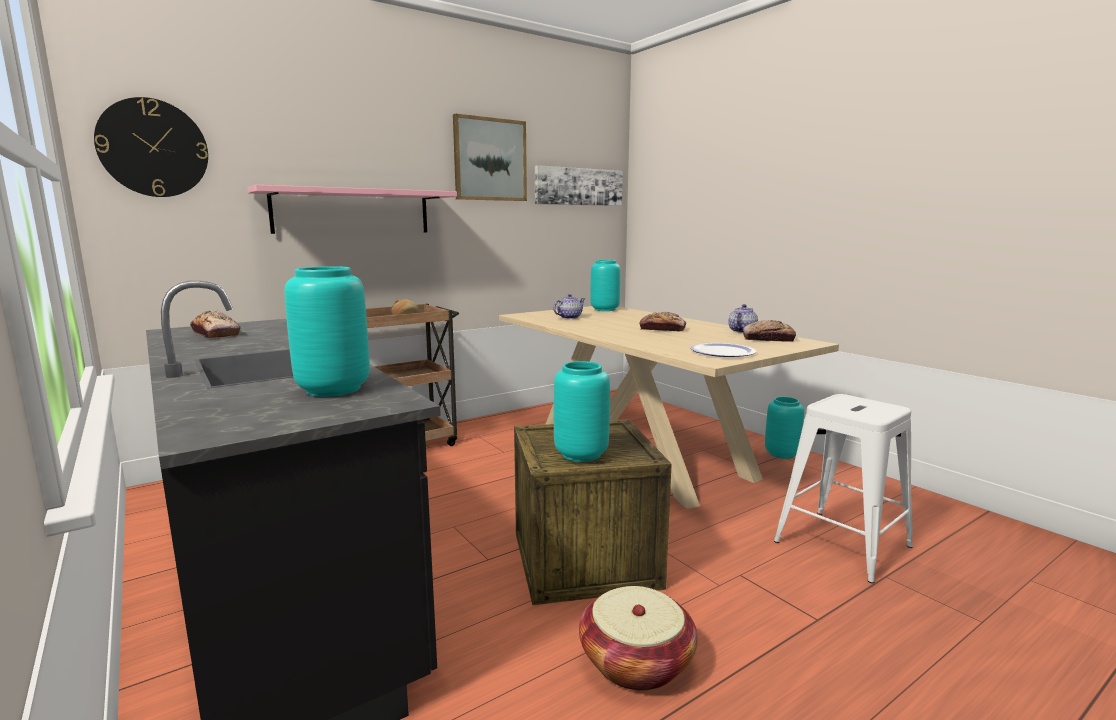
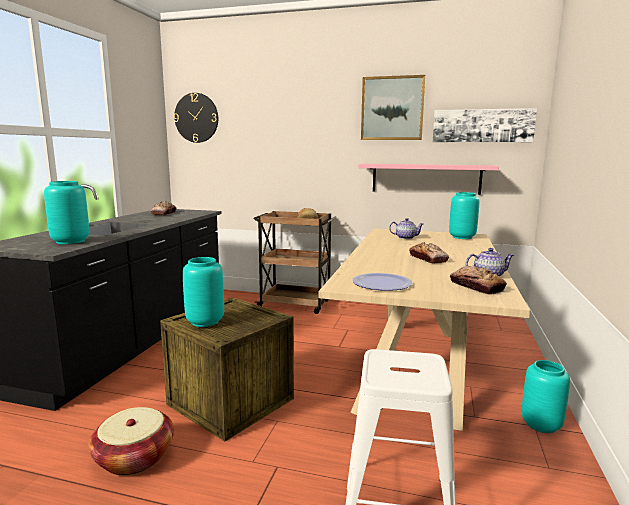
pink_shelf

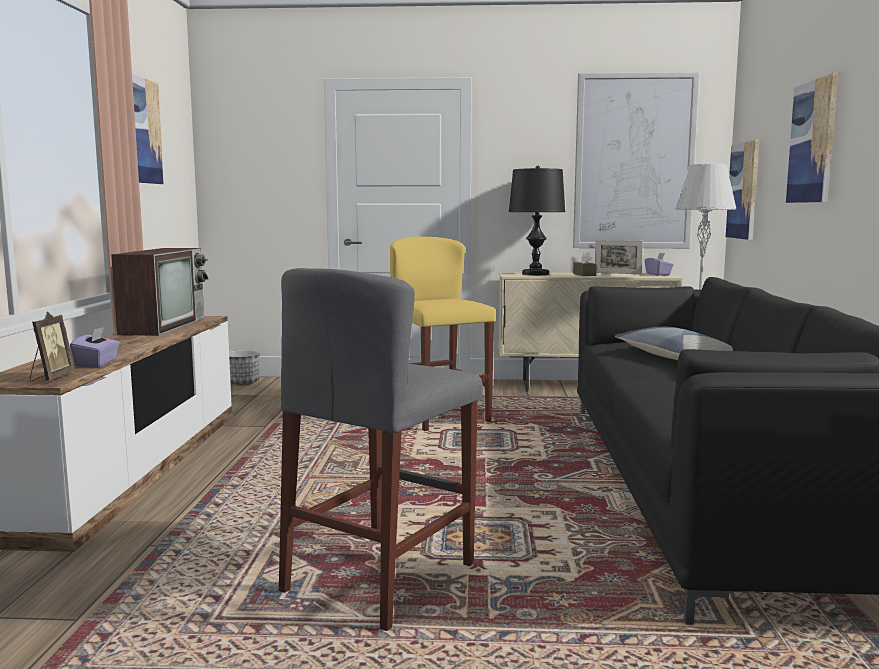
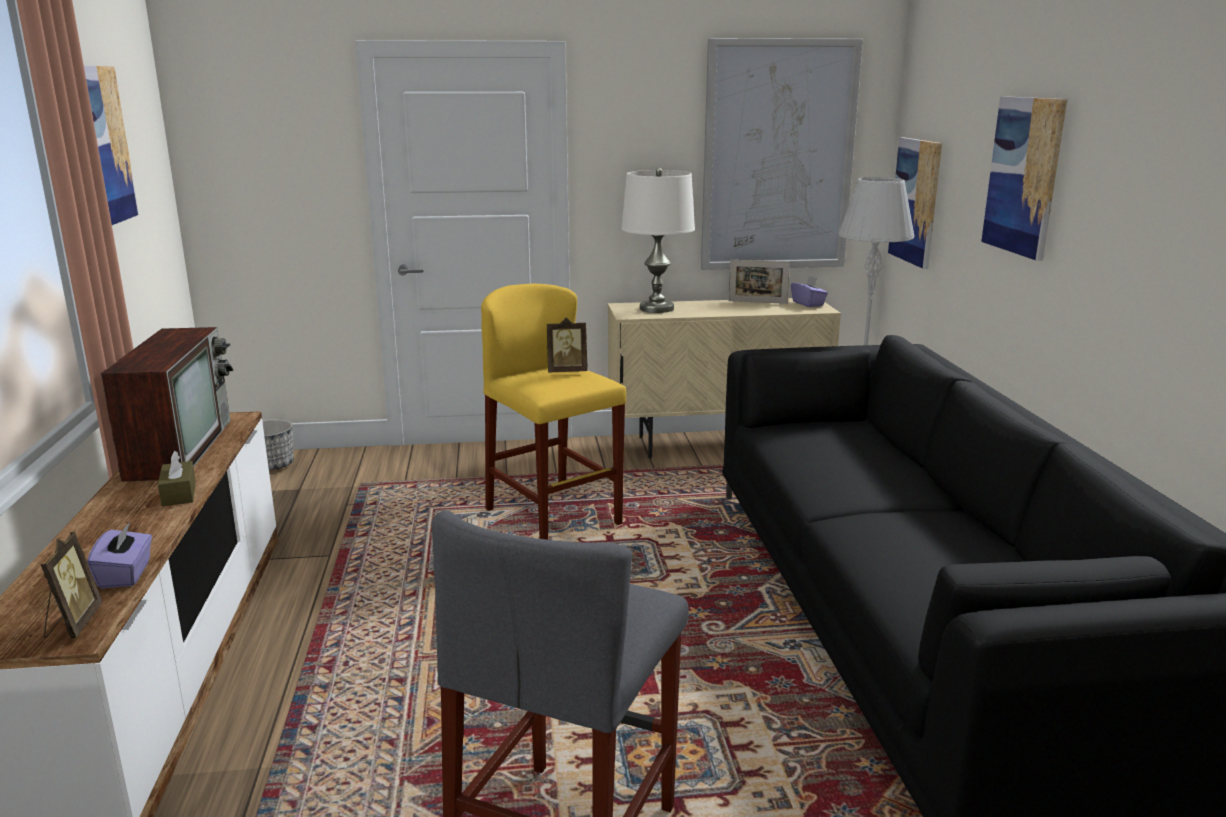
white_table_lamp; brown_tissue_box; pillow; picture_frame (no. 2 from left)

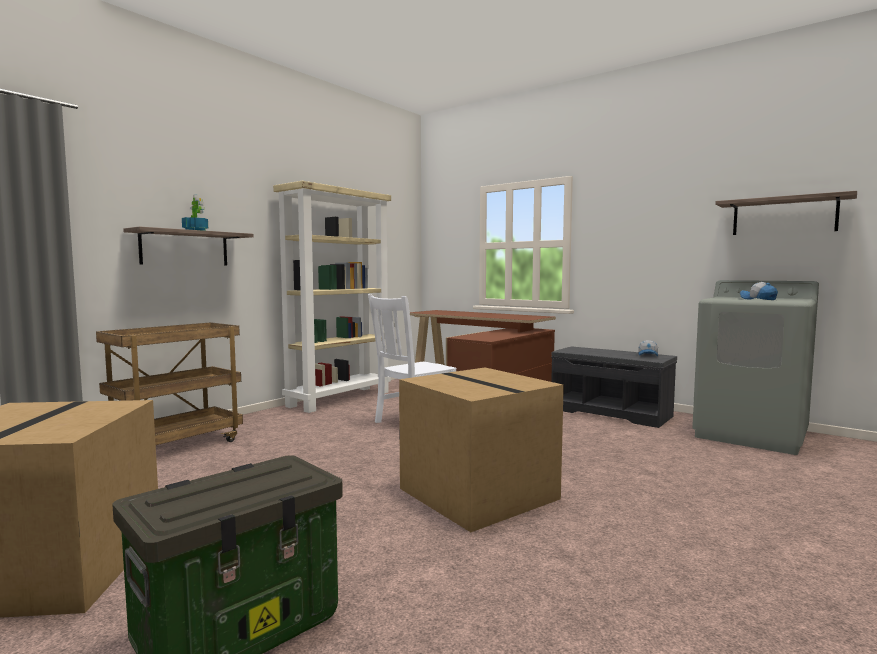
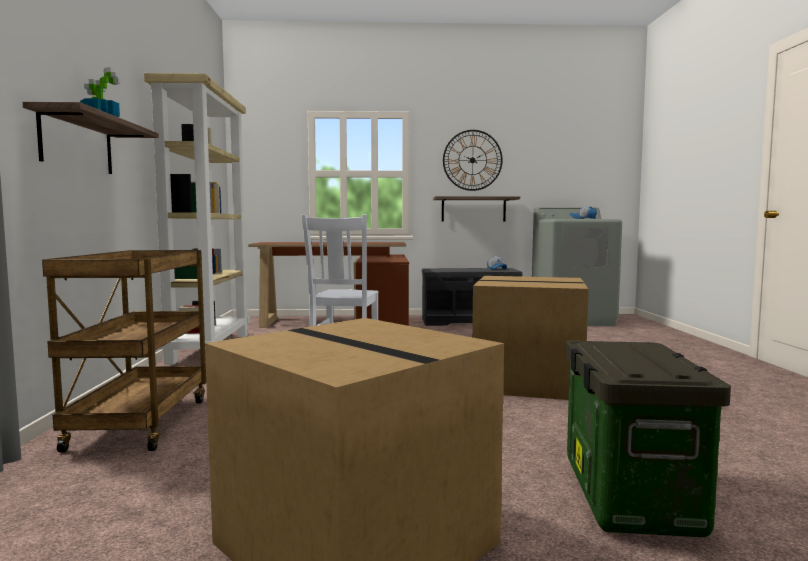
shelf (no. 2 from left); wall_clock

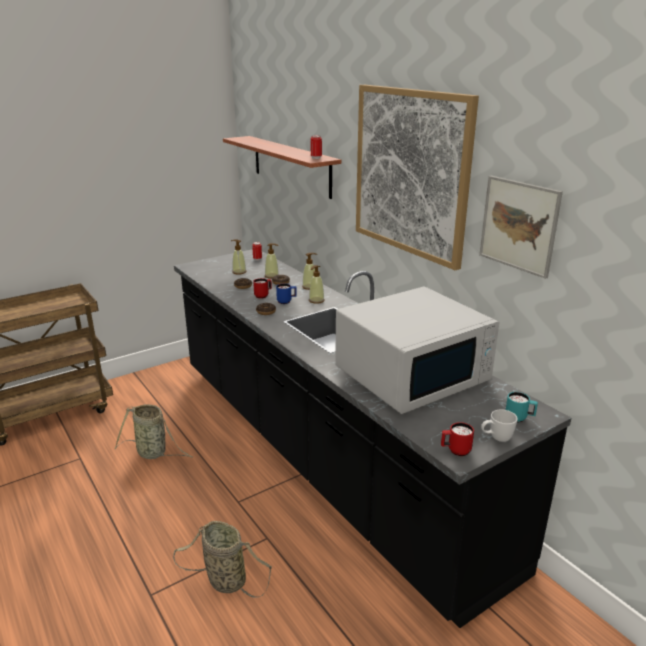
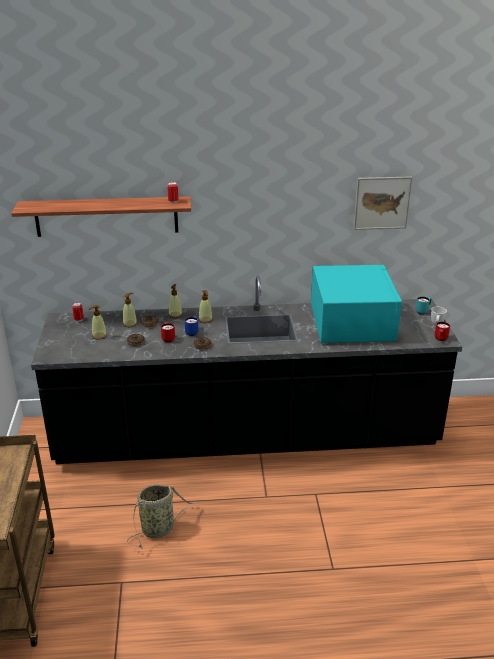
basket (no. 2 from left in the first image); turquoise_microwave; picture (no. 1 from left in the first image)

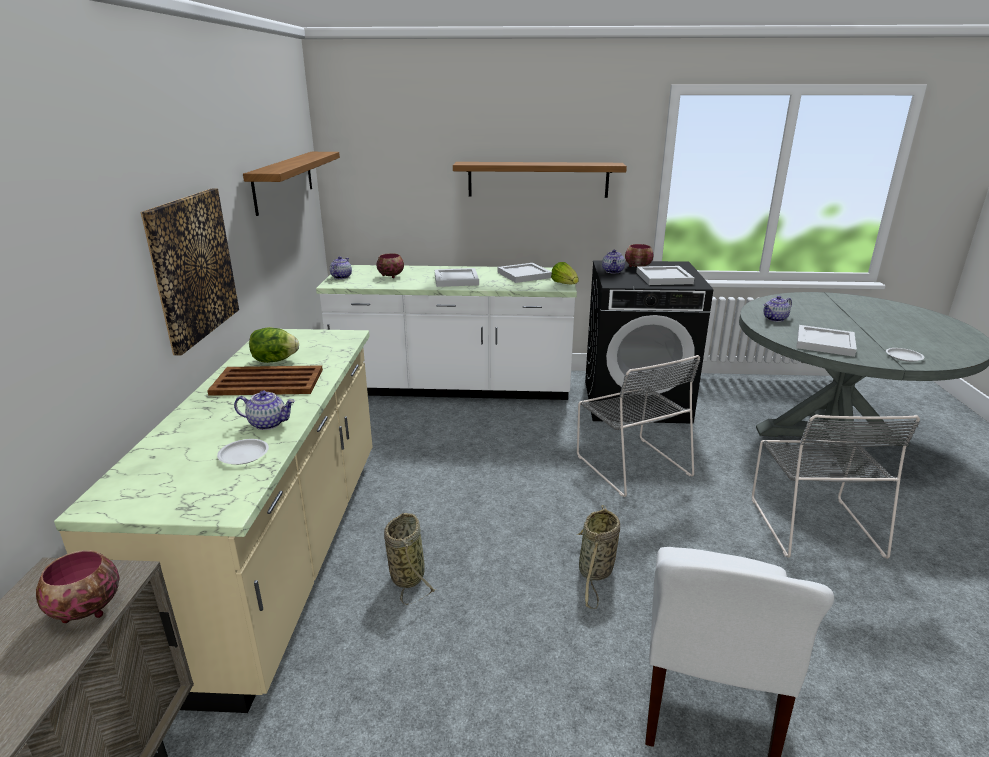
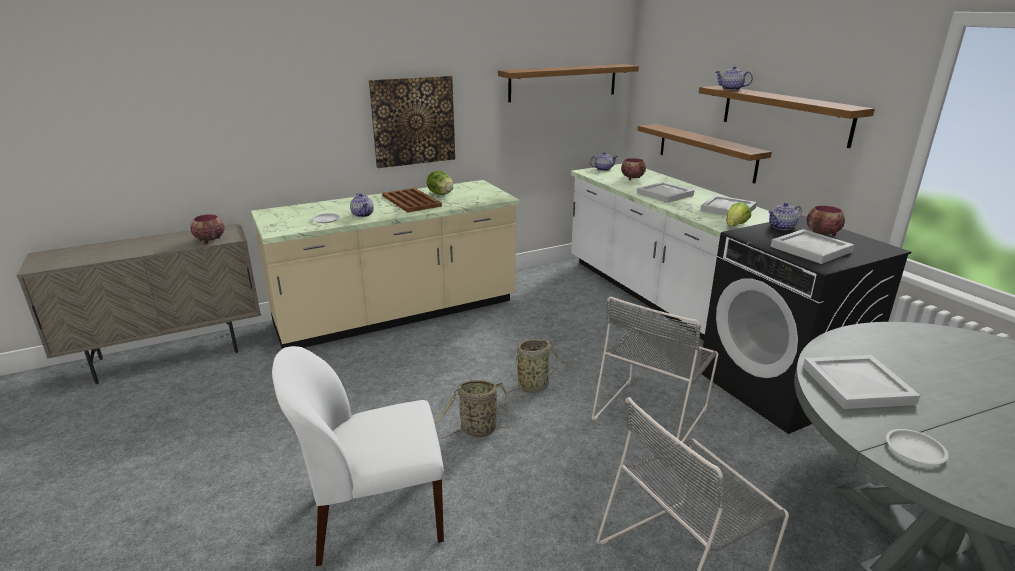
basket (no. 2 from left); teapot (no. 3 from left); shelf (no. 2 from left)

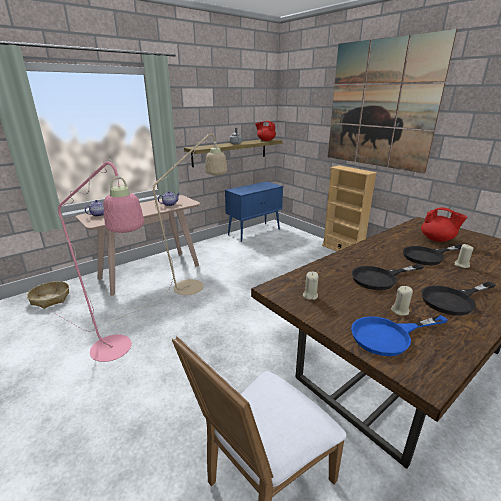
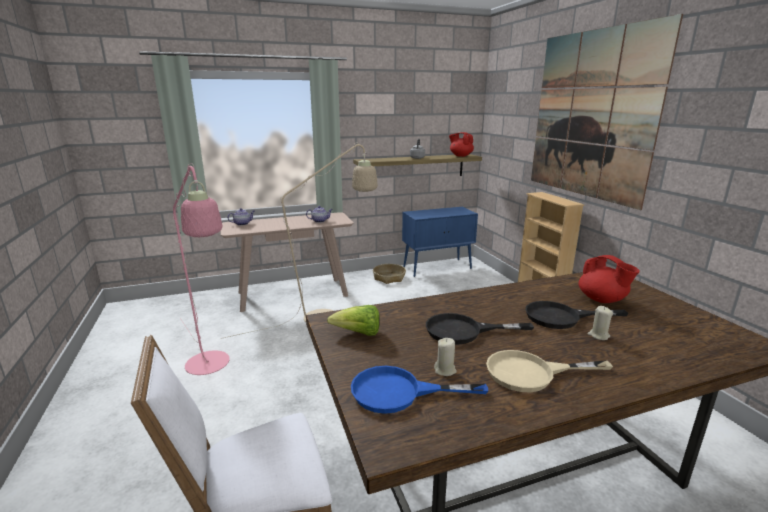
basket; lettuce; beige_frying_pan

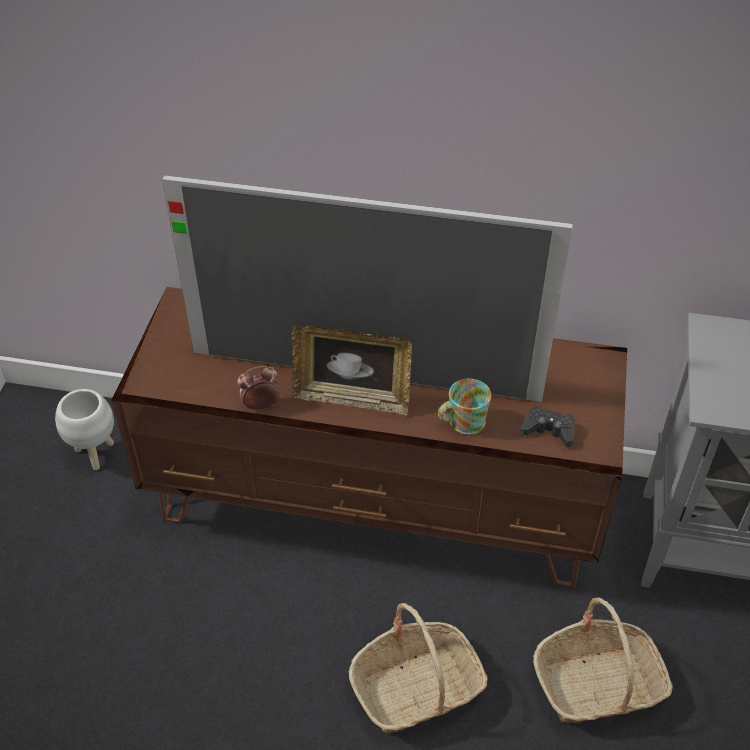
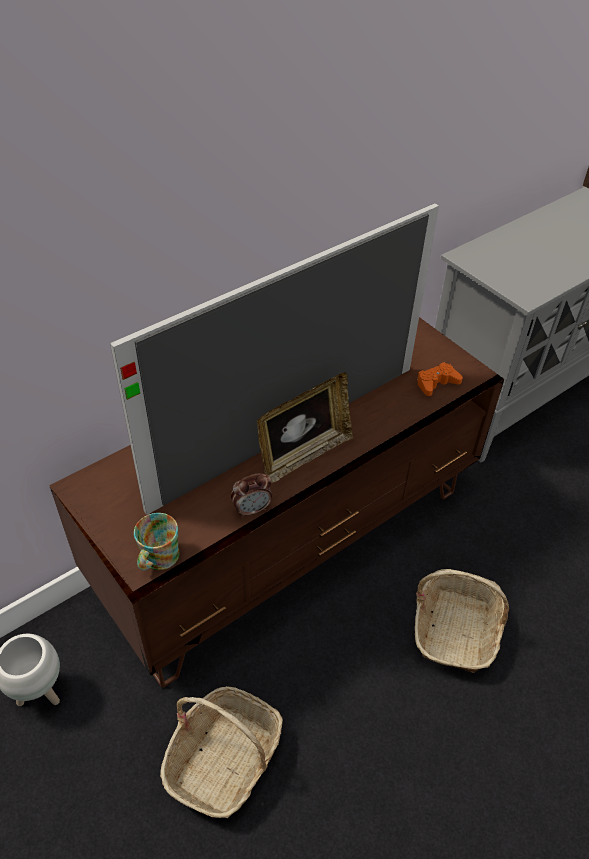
alarm_clock; mug; orange_game_controller; basket (no. 1 from left)

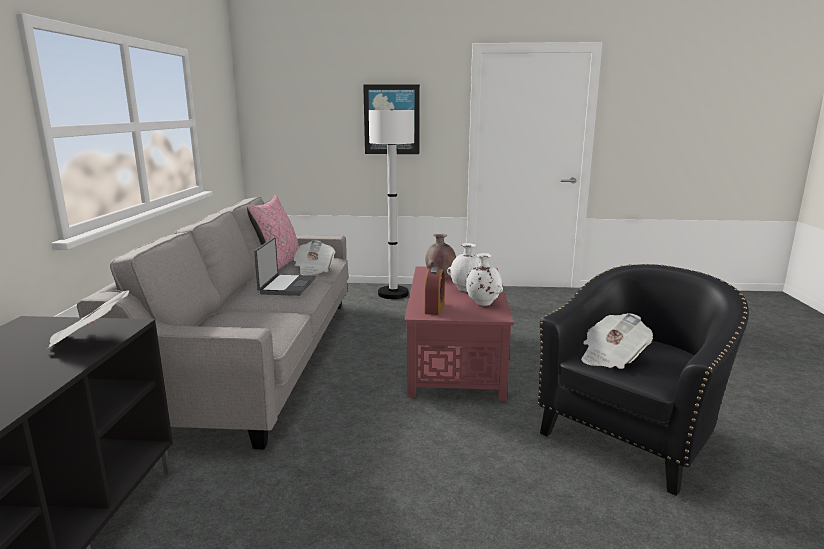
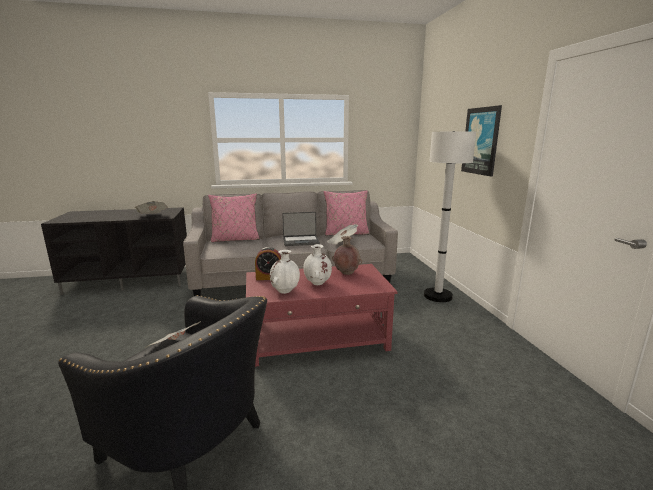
pink_pillow (no. 1 from left)

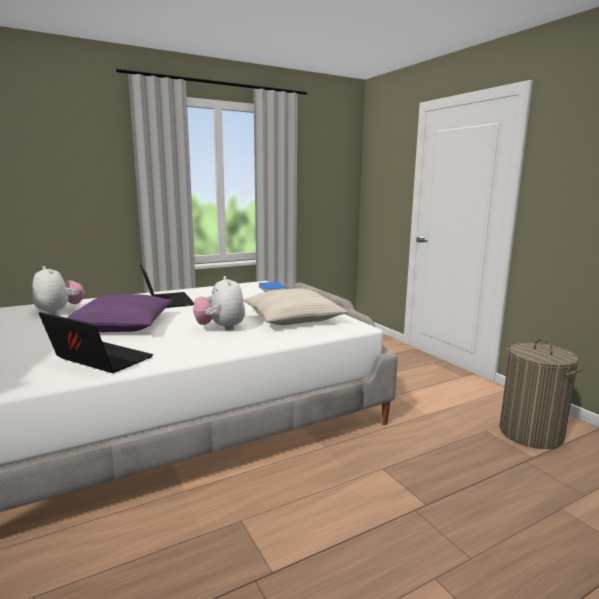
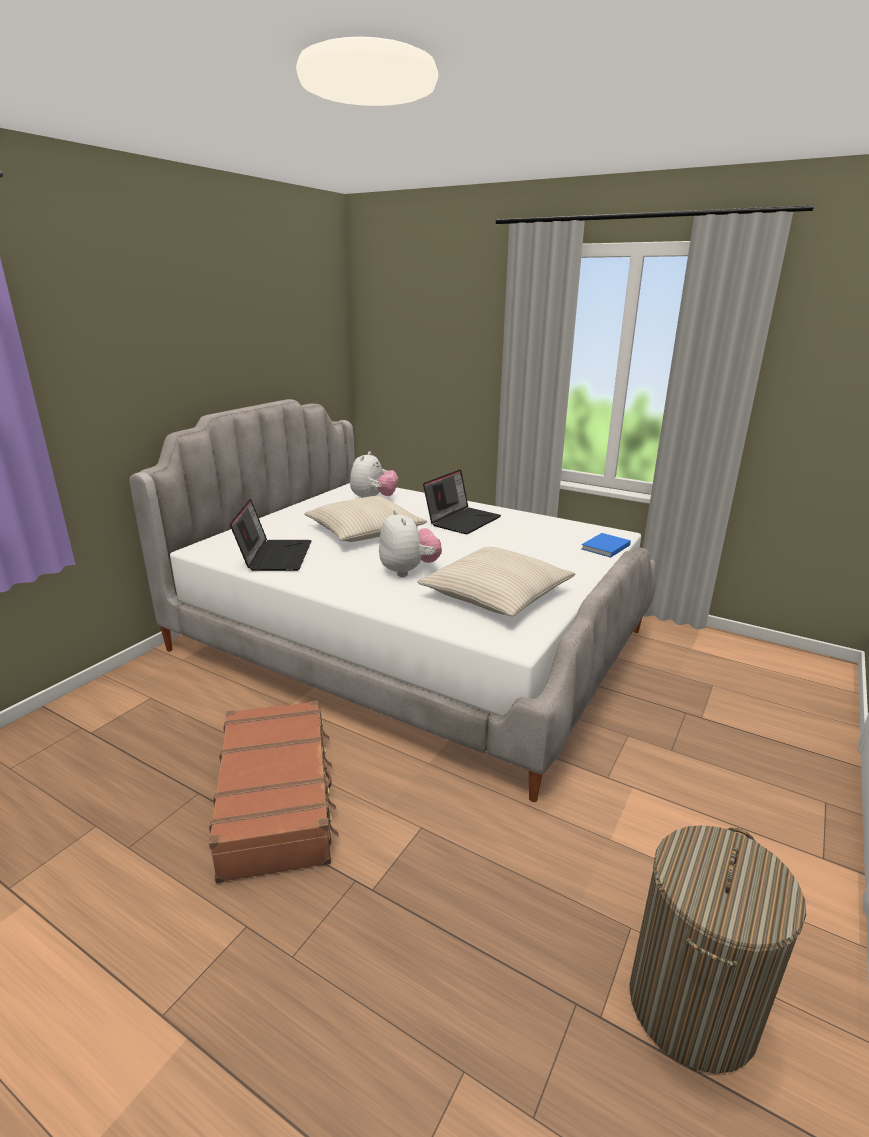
beige_pillow (no. 1 from left); plush_toy (no. 2 from left); brown_suitcase

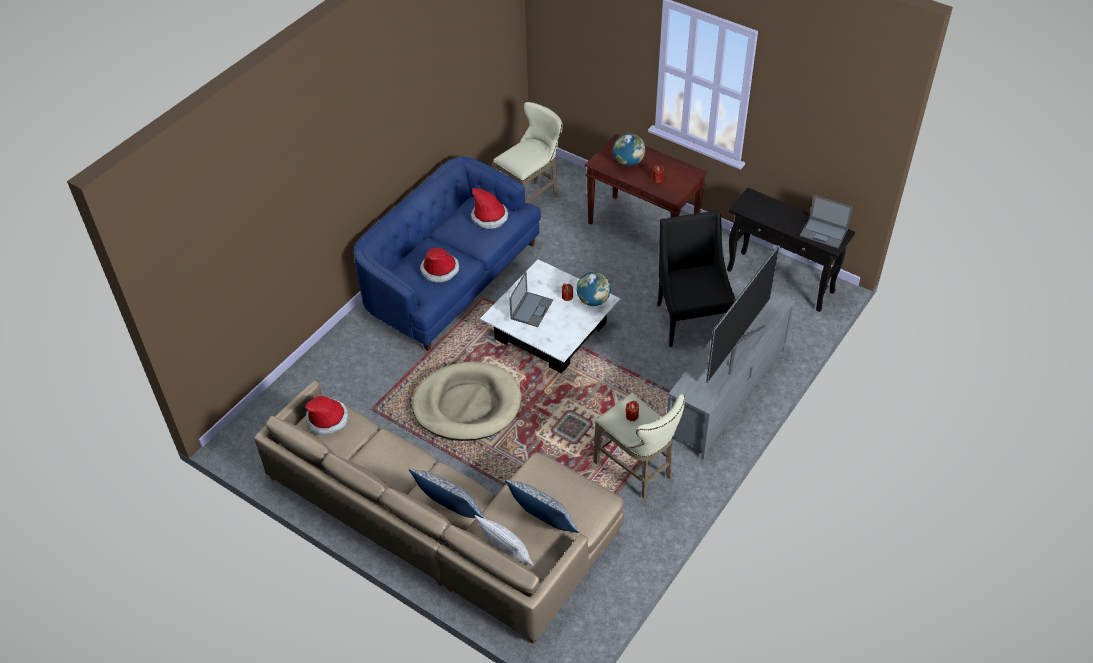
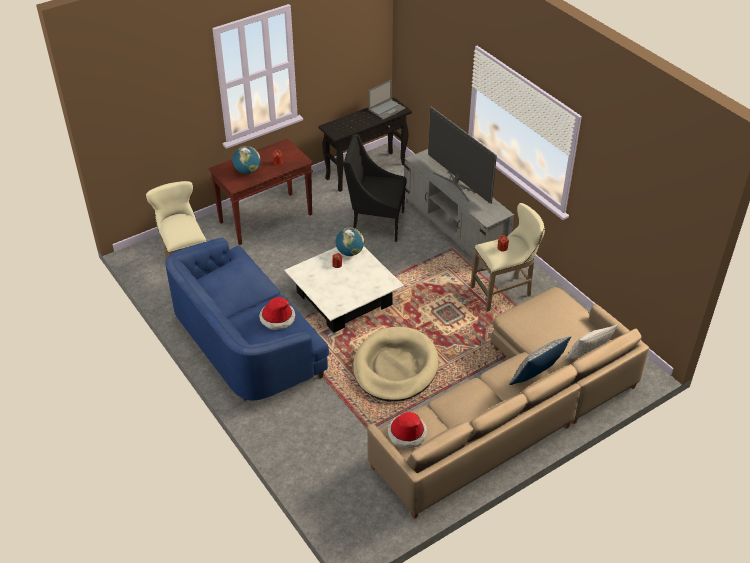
hat (no. 3 from left in the first image); pillow (no. 3 from left in the first image); laptop (no. 1 from left in the first image)

